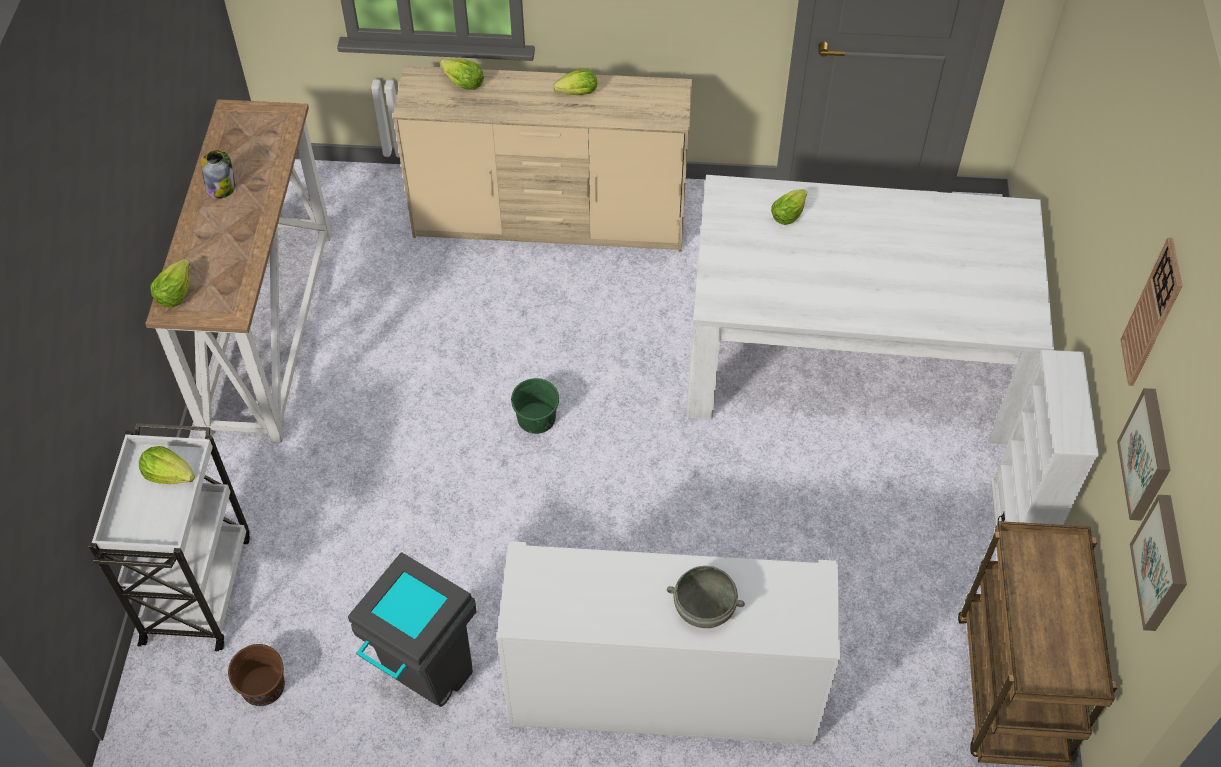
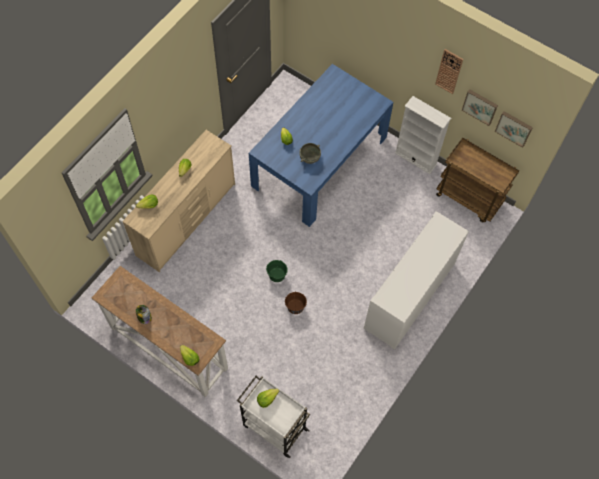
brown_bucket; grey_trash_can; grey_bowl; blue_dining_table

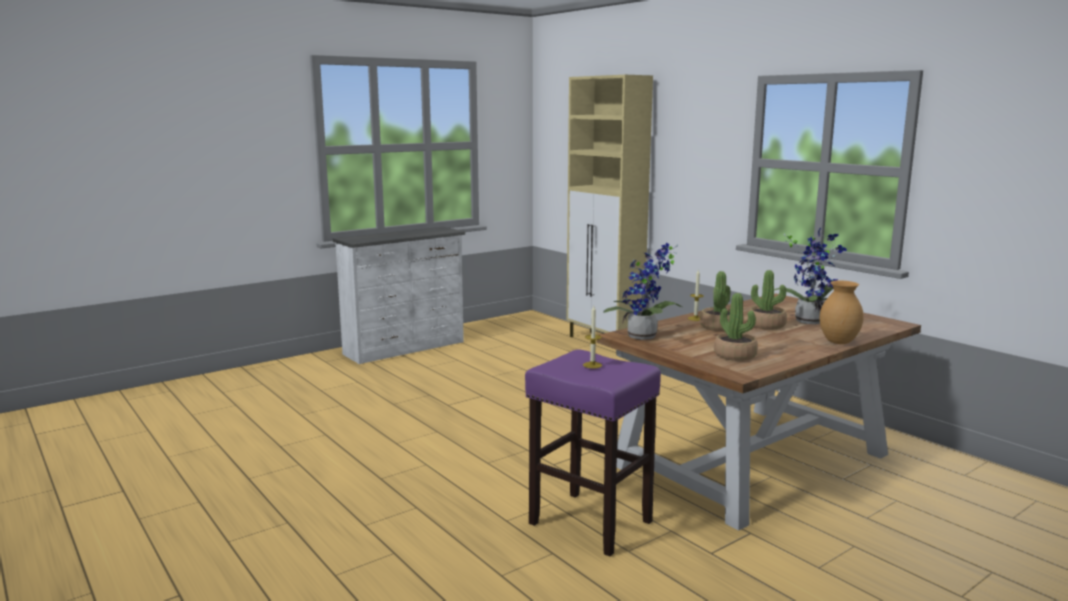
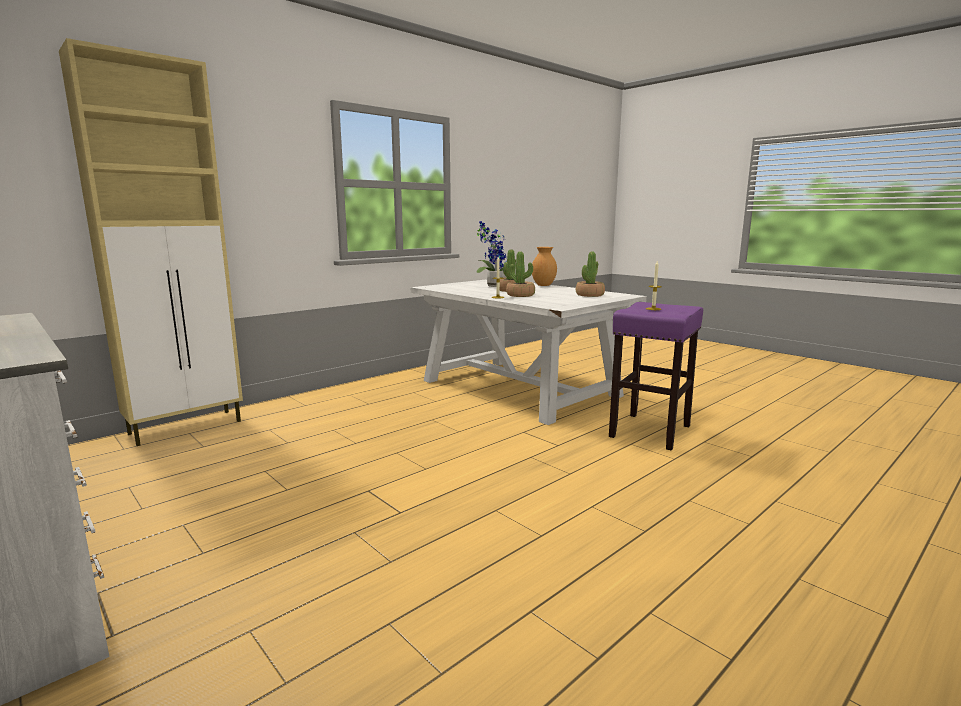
white_dining_table; potted_plant (no. 1 from left in the first image)

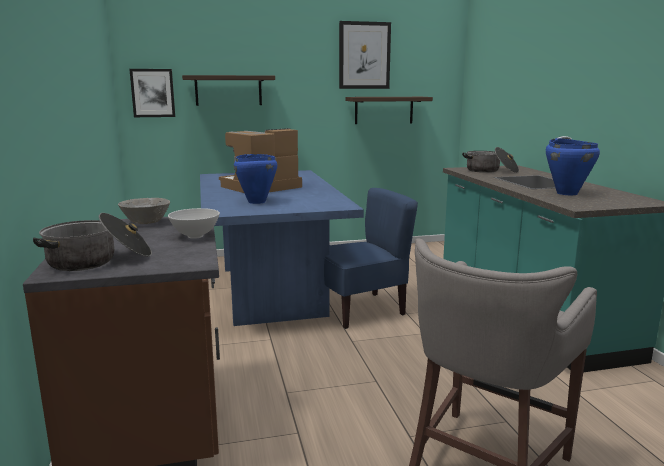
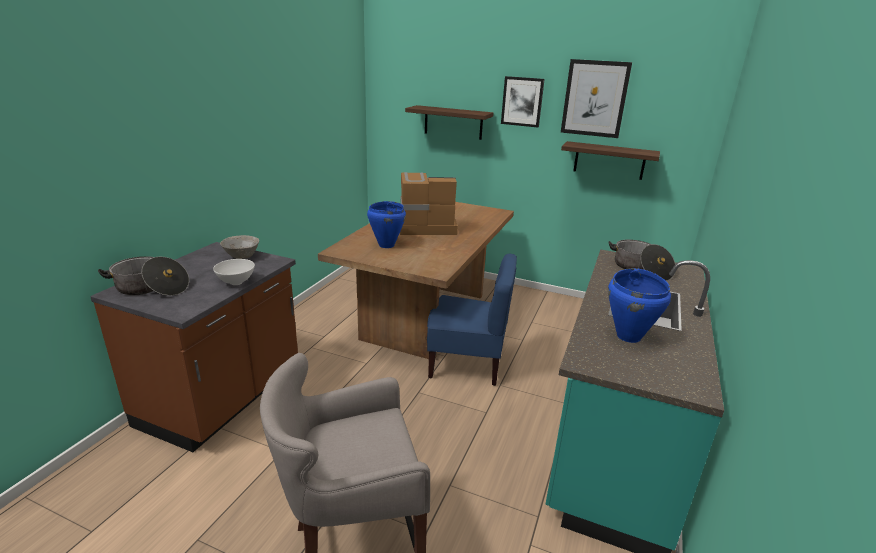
picture (no. 1 from left); brown_dining_table

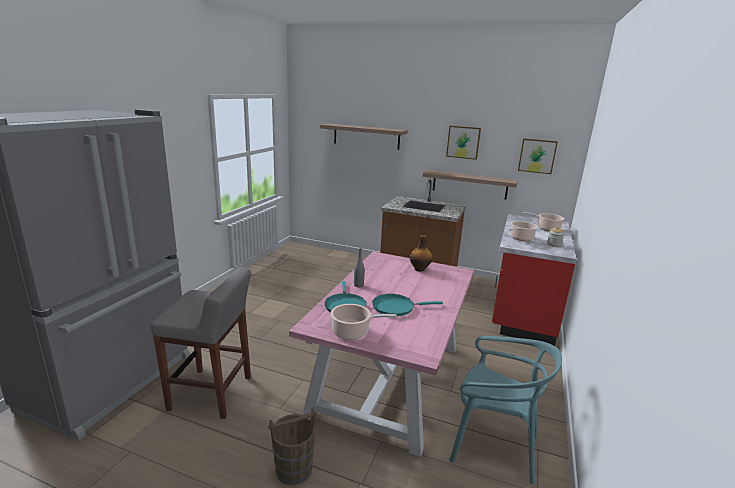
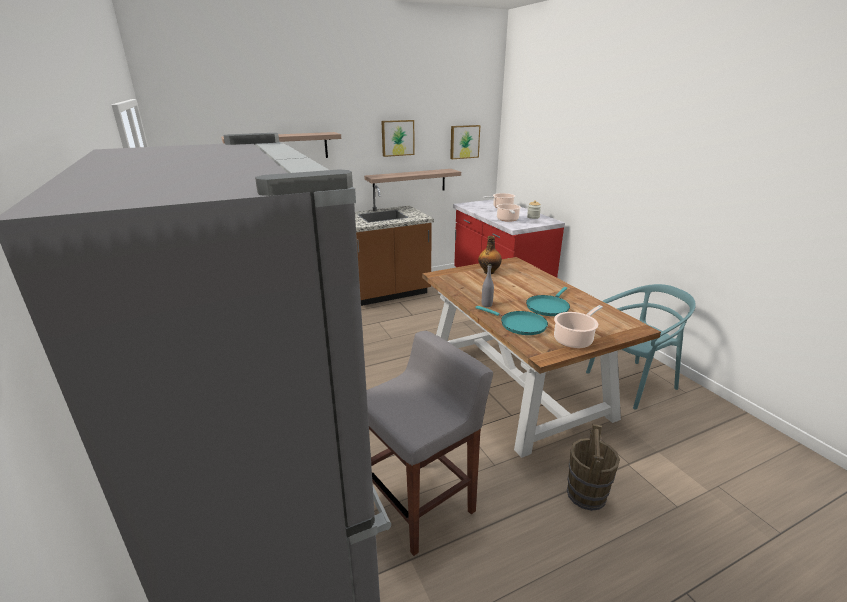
brown_dining_table

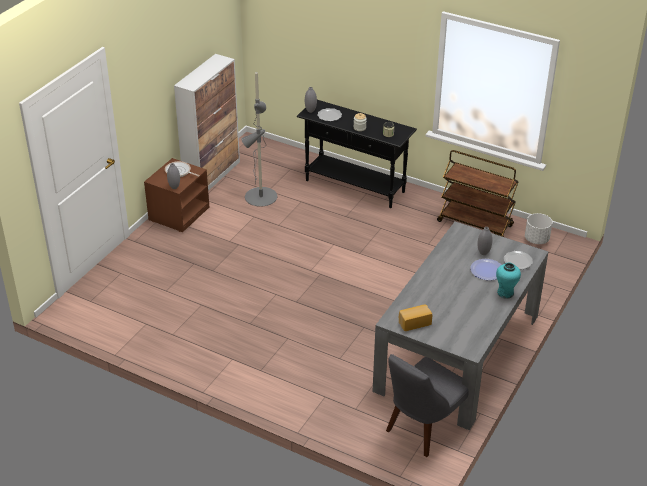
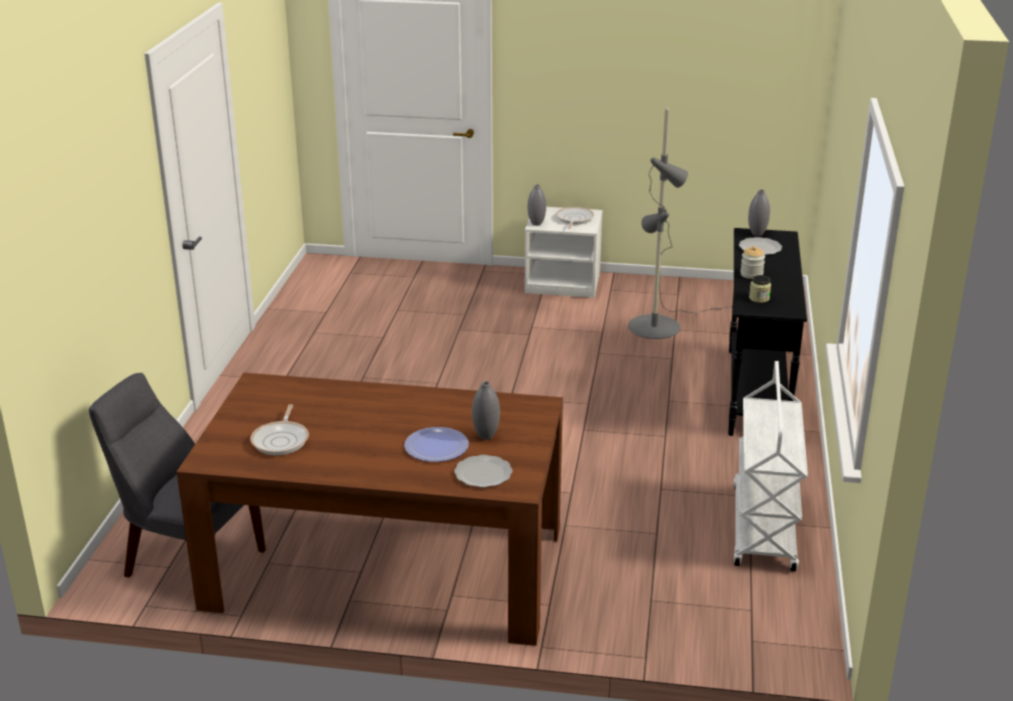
white_nightstand; cabinet; brown_dining_table; bread; white_cart; turquoise_vase; white_planter; frying_pan (no. 1 from left)

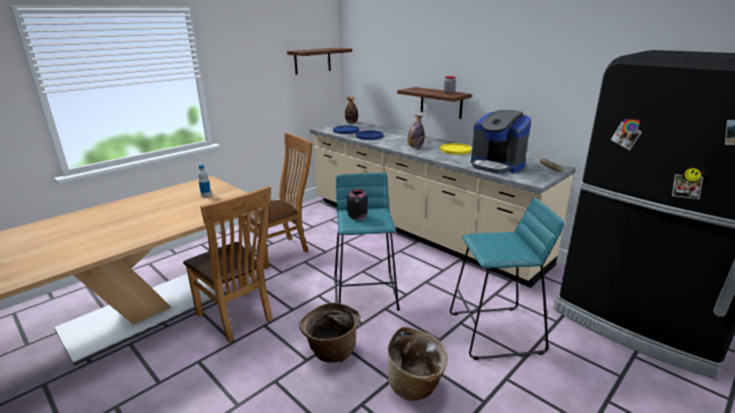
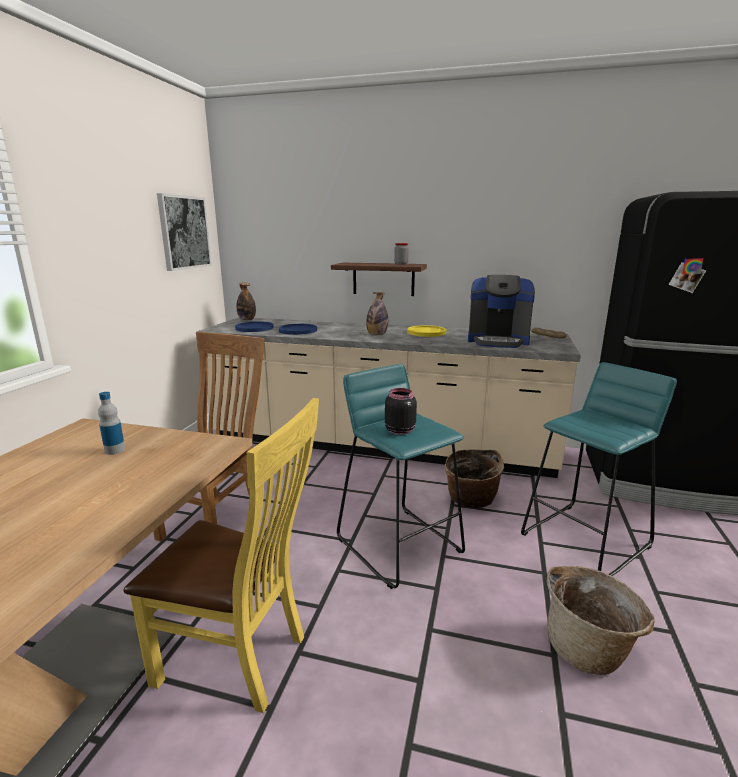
yellow_chair; picture; basket (no. 1 from left)

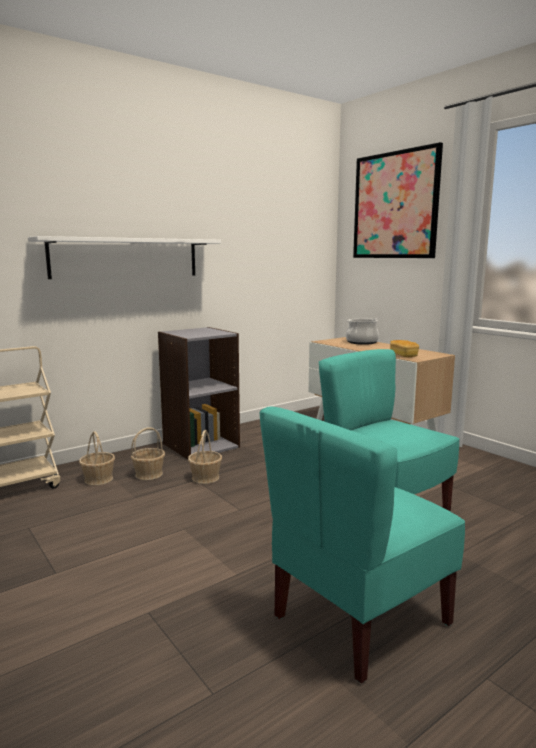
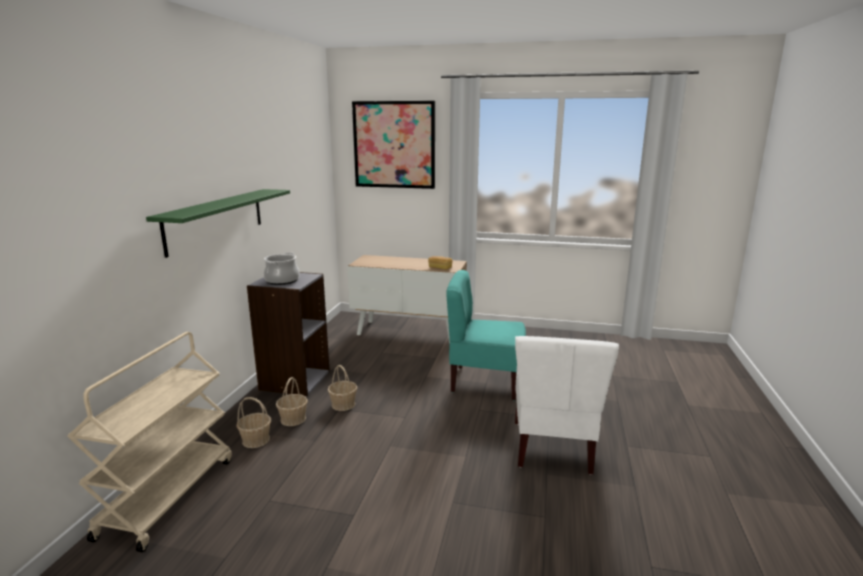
green_shelf; white_chair; cooking_pot

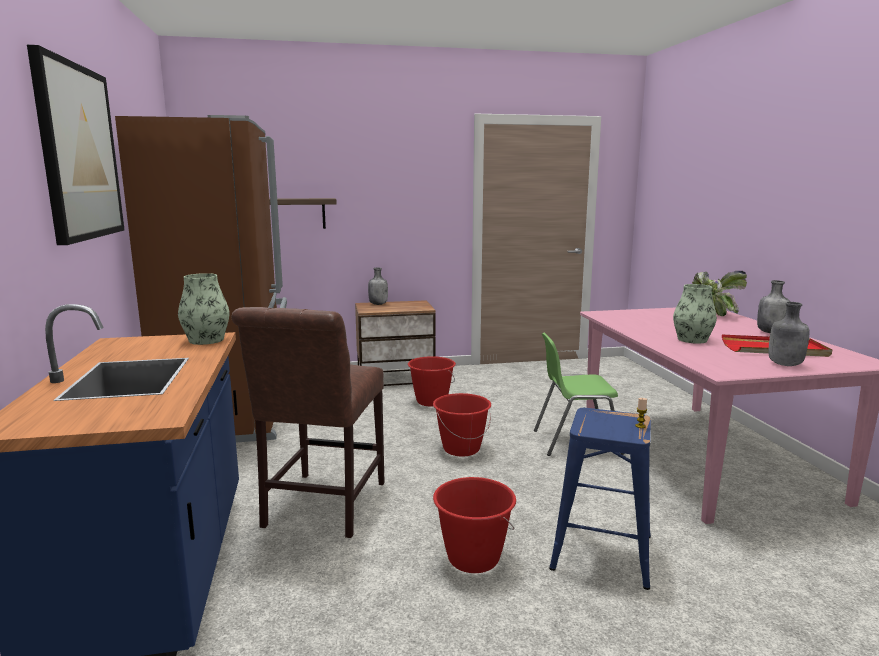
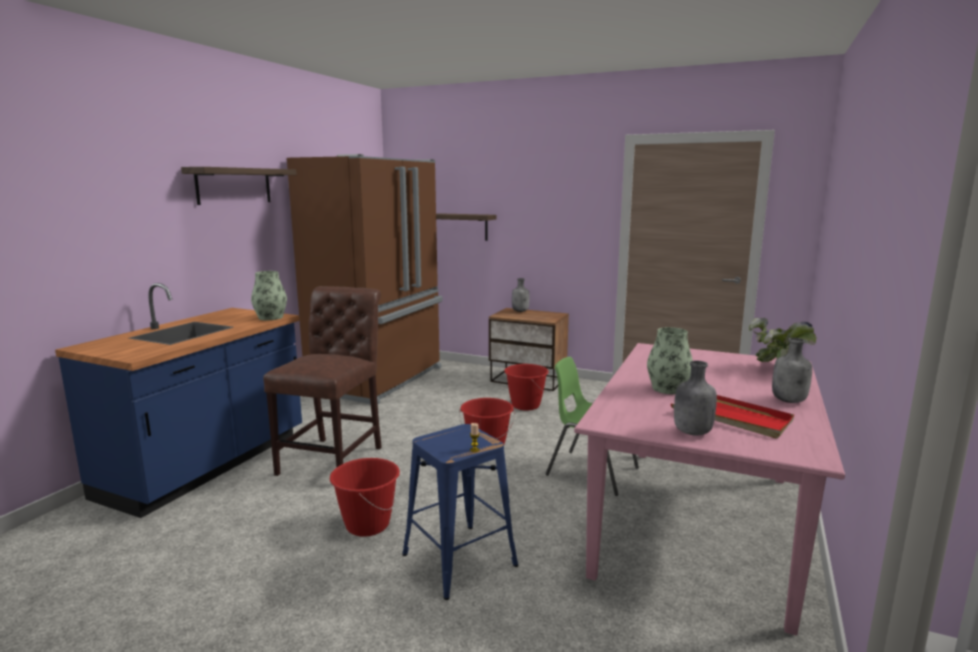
shelf (no. 1 from left); brown_chair

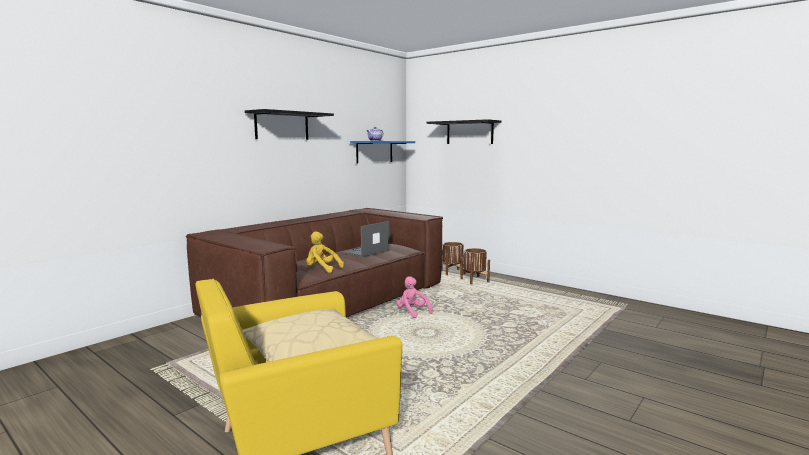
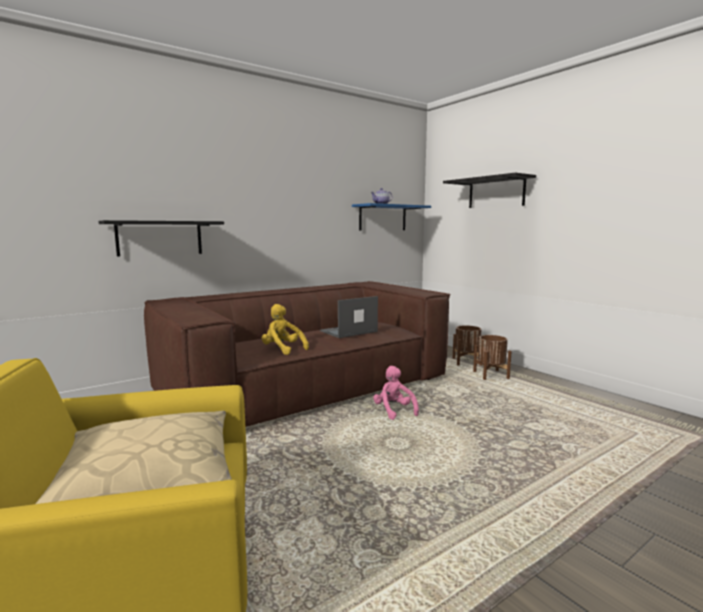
black_shelf (no. 1 from left)

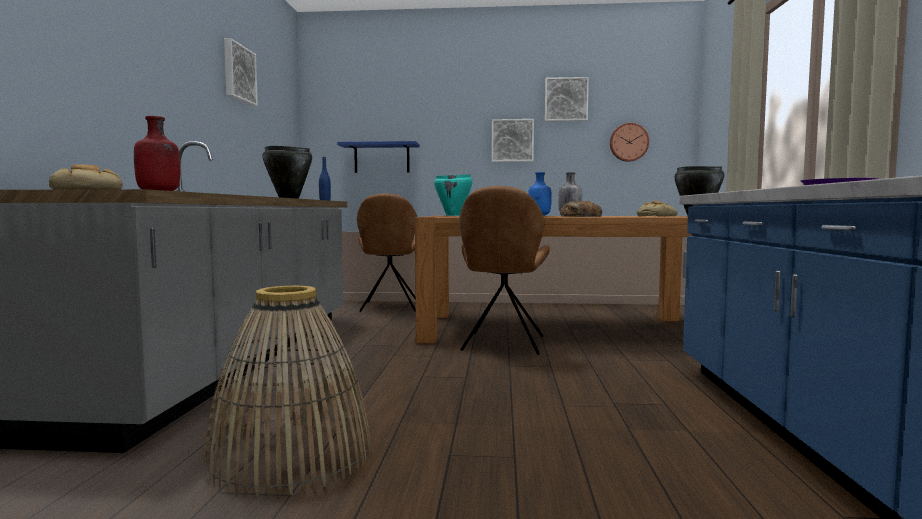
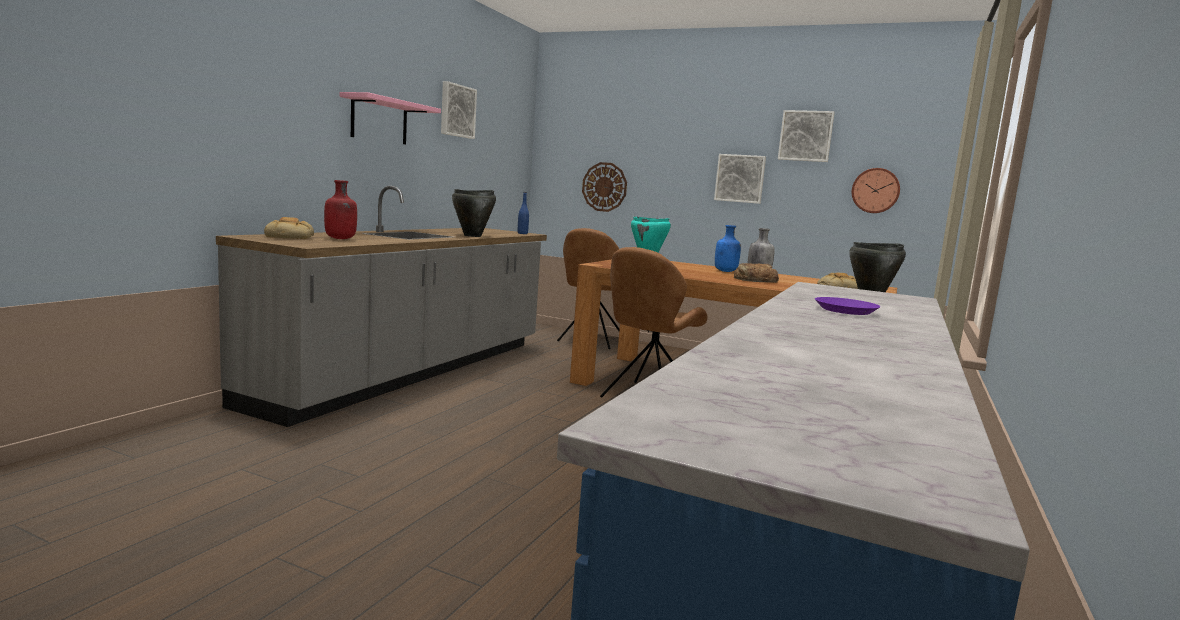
basket; wall_clock (no. 1 from left); pink_shelf

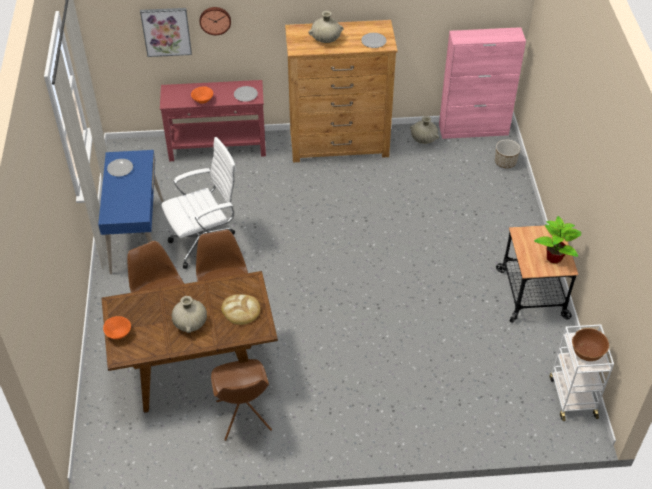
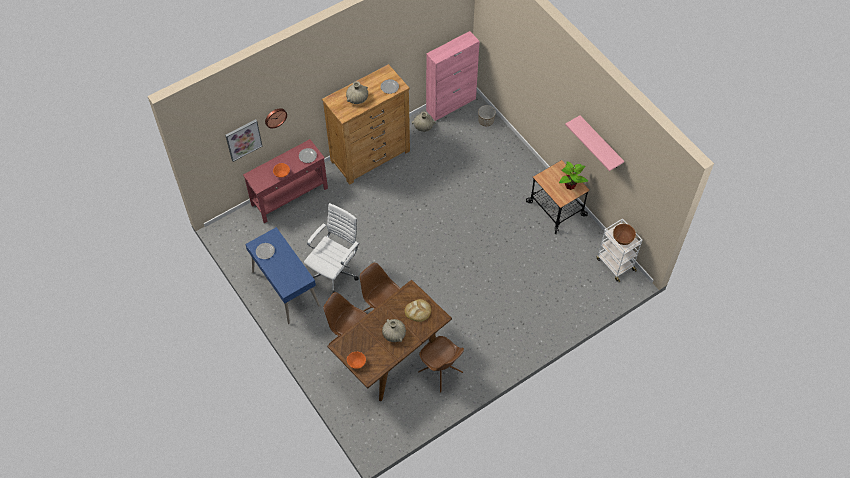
pink_shelf

